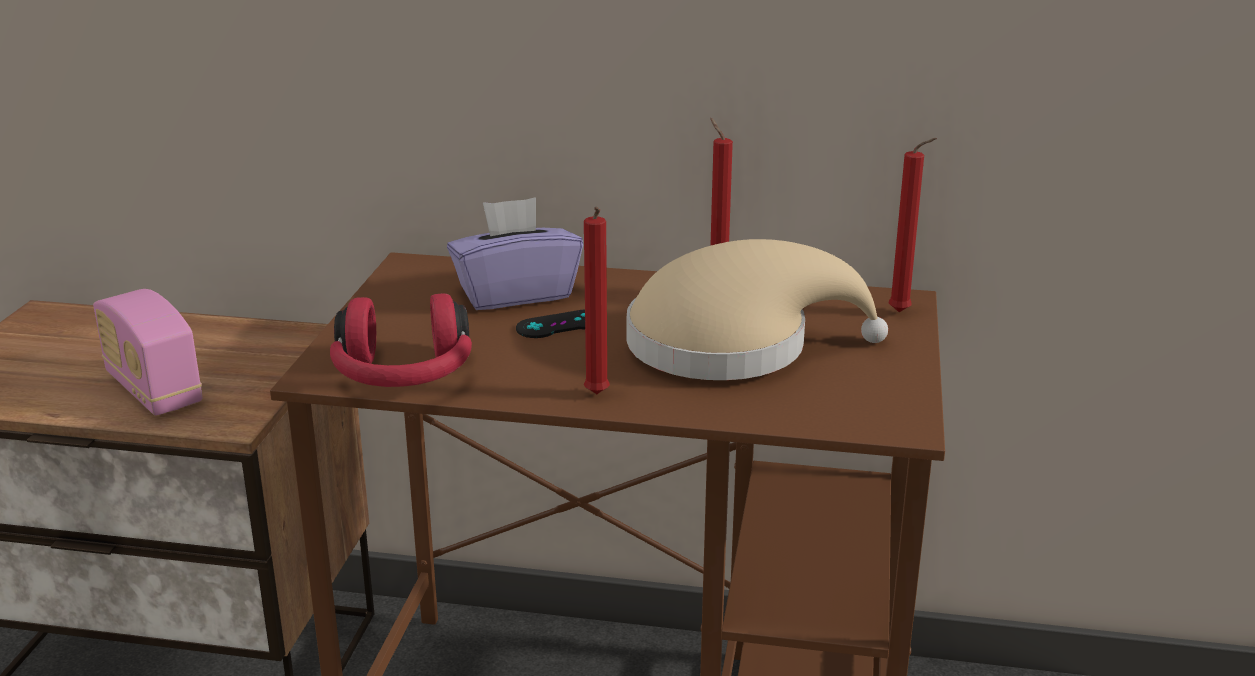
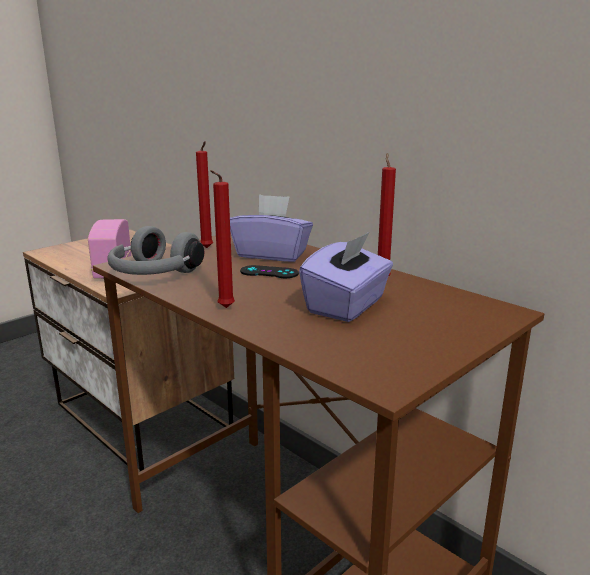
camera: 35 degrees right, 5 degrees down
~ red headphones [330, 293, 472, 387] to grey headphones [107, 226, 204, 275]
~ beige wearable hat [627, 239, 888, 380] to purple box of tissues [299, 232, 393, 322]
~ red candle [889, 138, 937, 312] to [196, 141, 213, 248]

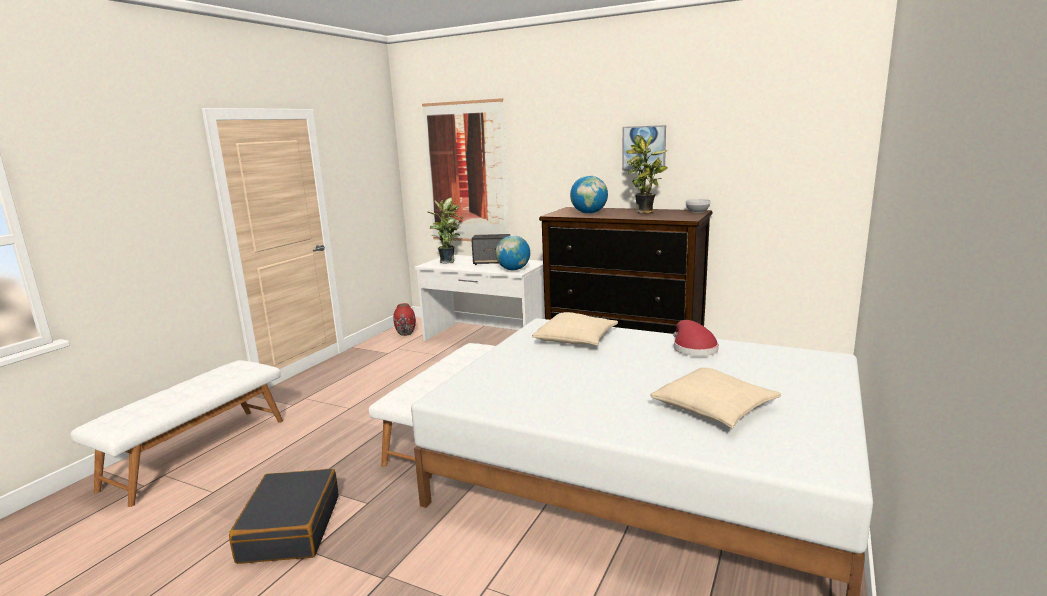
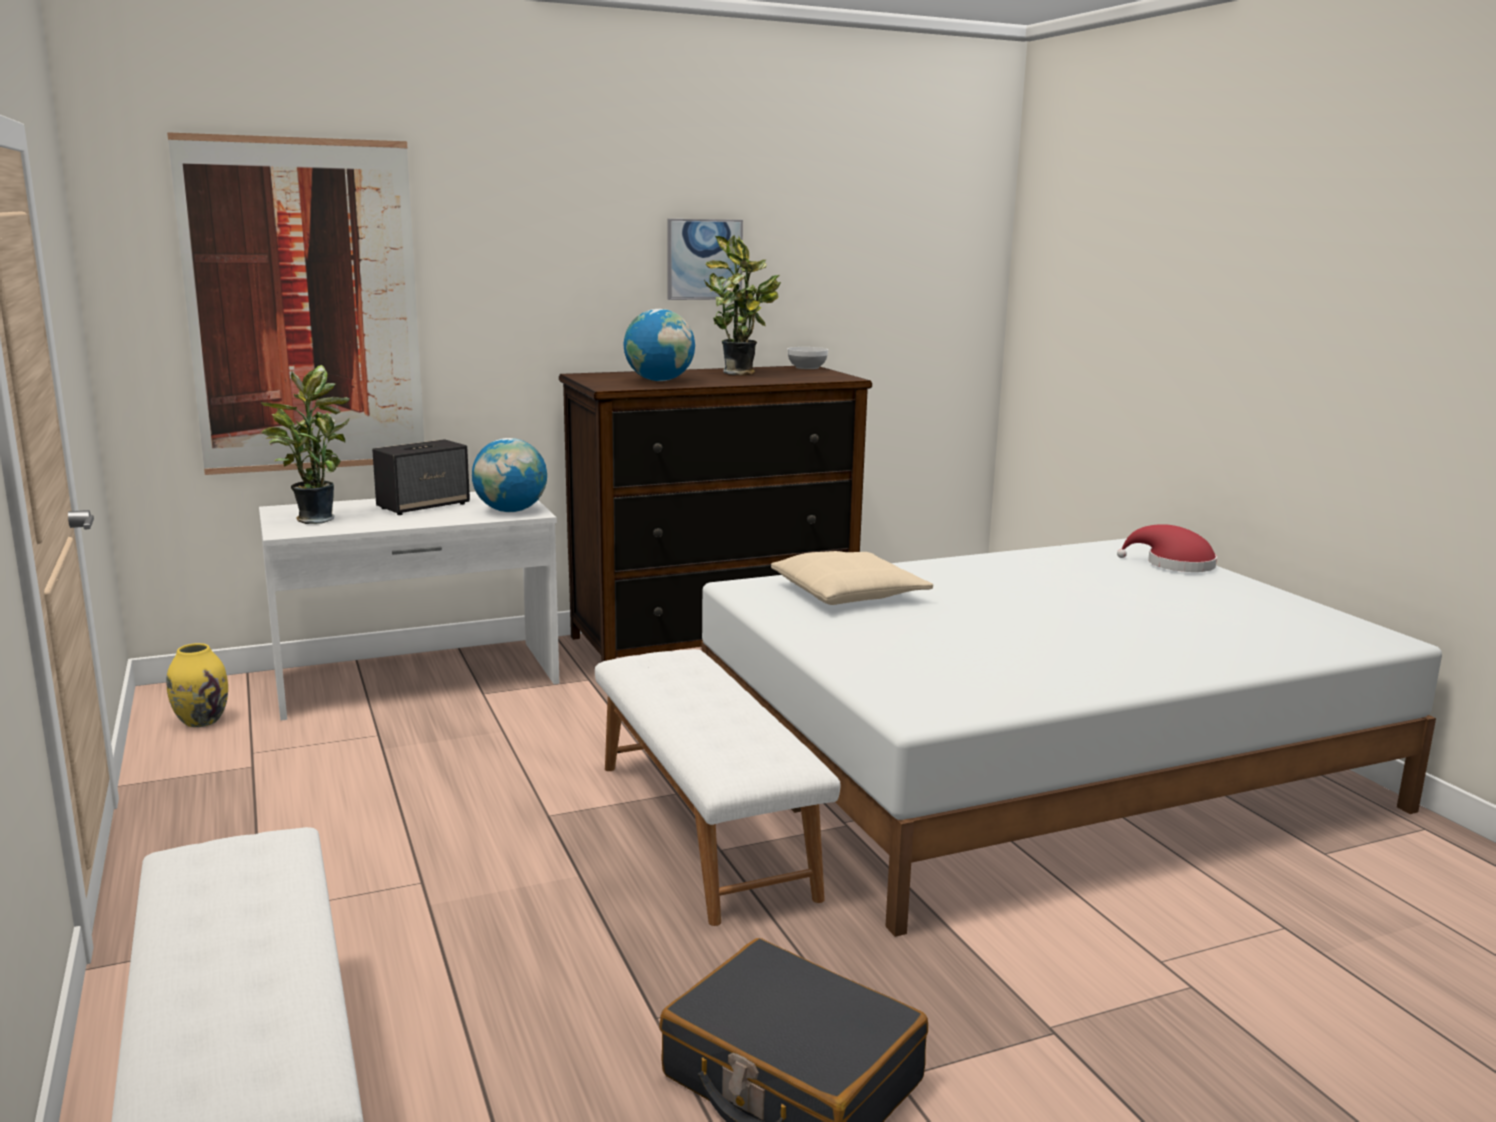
camera: 50 degrees left, 0 degrees up
~ red flower vase [393, 303, 416, 336] to yellow-coloured flower vase [167, 643, 228, 727]
- beige pillow [650, 368, 781, 428]
~ red wearable hat [673, 320, 718, 356] to [1117, 524, 1217, 572]

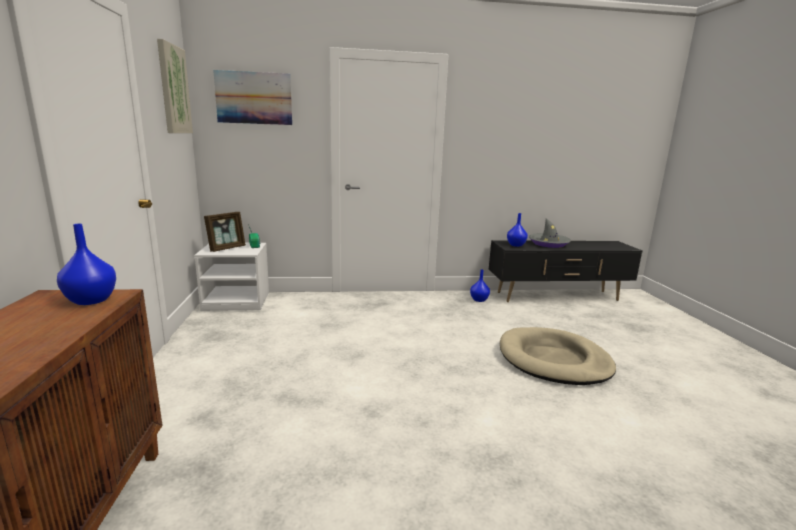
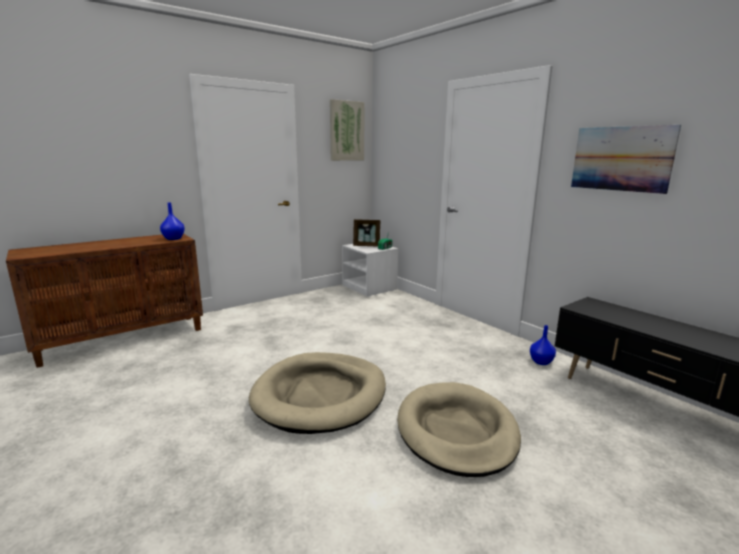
camera: 60 degrees right, 0 degrees up
~ picture [213, 70, 292, 125] to [571, 125, 681, 194]
- blue-coloured flower vase [507, 213, 528, 247]
- grey wearable hat [529, 218, 571, 248]
+ beige pet bed [249, 352, 386, 434]

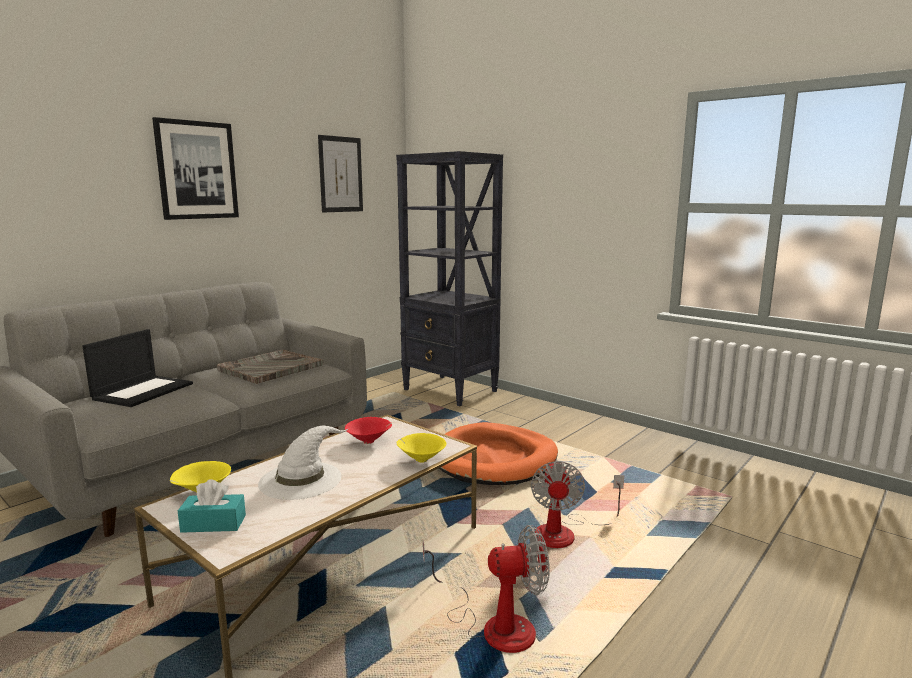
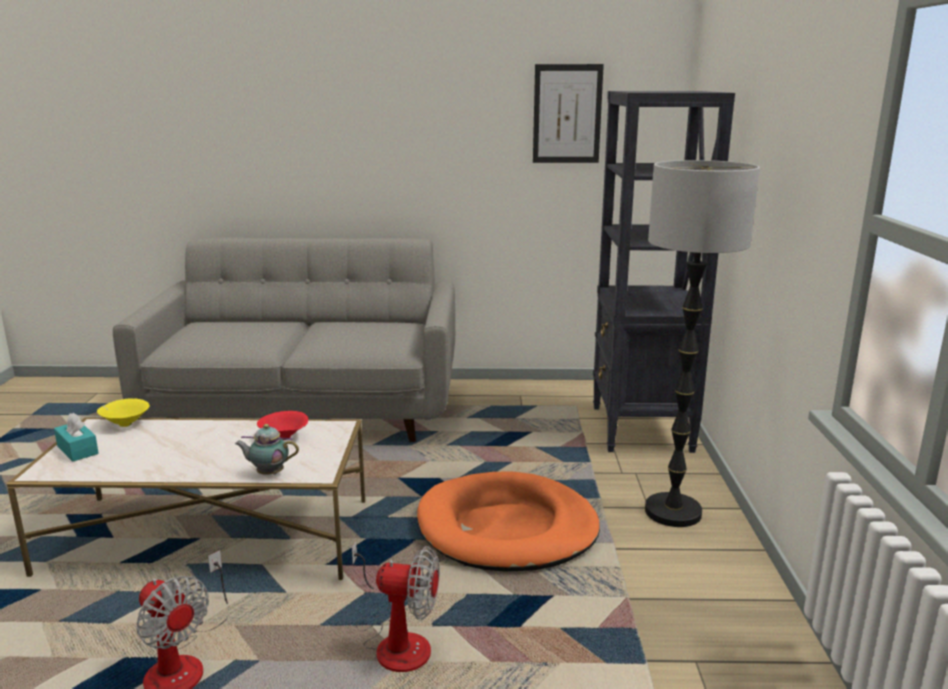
camera: 50 degrees right, 5 degrees up
- portable computer [82, 329, 193, 407]
- picture [152, 117, 239, 220]
- grey serving tray [217, 350, 323, 384]
- white wearable hat [258, 426, 348, 500]
~ yellow-coloured bowl [396, 433, 447, 463] to tea pot [235, 424, 299, 475]
~ fan [531, 460, 624, 548] = [352, 541, 440, 672] 135 degrees counterclockwise
+ floor lamp [645, 160, 760, 527]

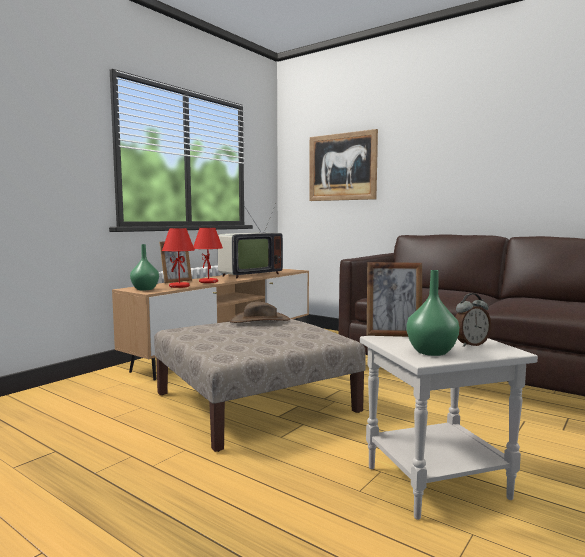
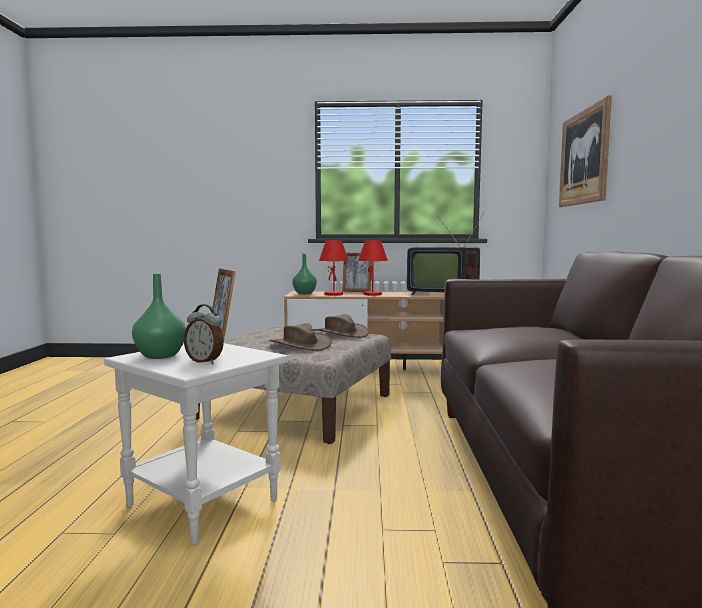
camera: 55 degrees right, 0 degrees up
+ brown-coloured wearable hat [269, 323, 332, 351]

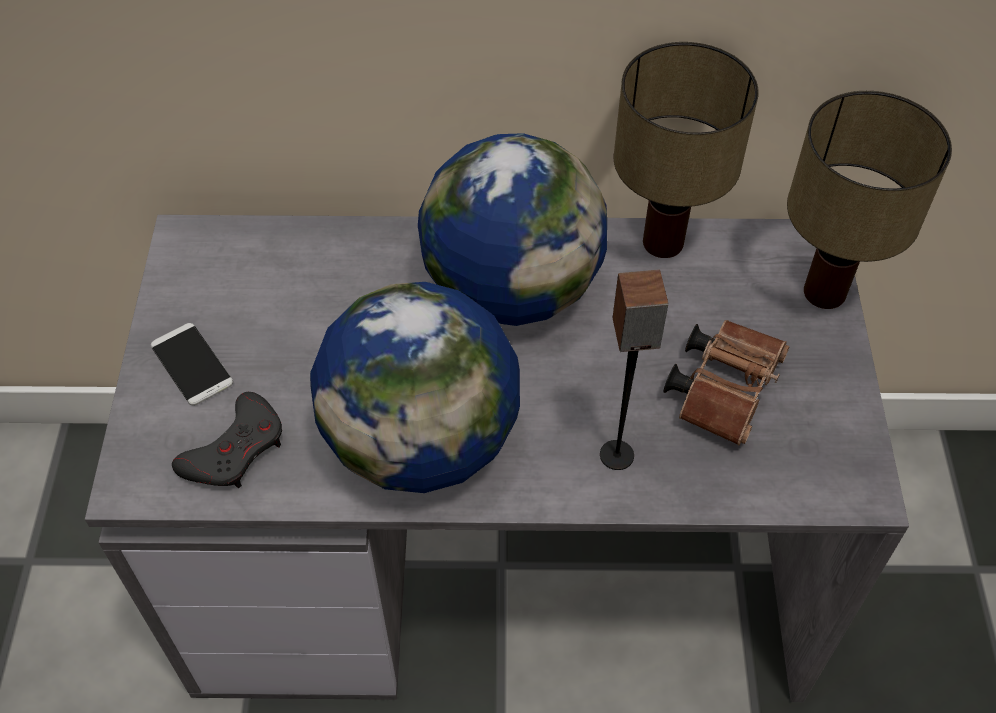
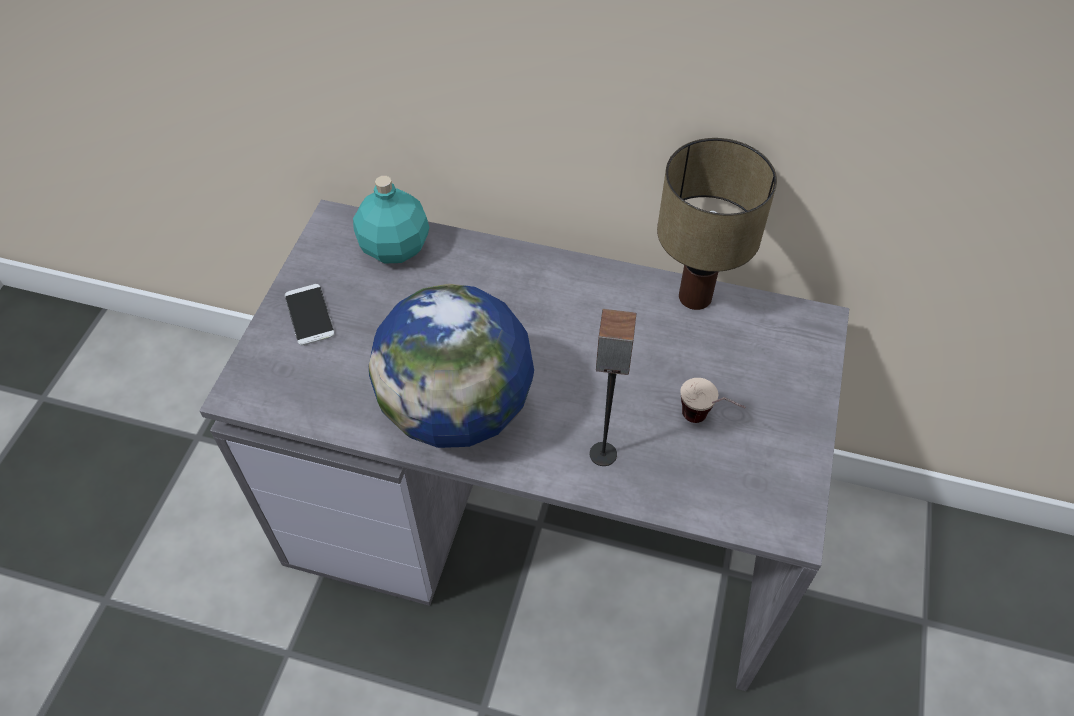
camera: 15 degrees right, 0 degrees up
- grey joypad [172, 392, 282, 488]
- world globe [418, 133, 607, 326]
~ brown-coloured binoculars [664, 320, 790, 445] to cup [680, 378, 746, 423]
- lamp for a table [787, 91, 952, 309]
+ turquoise-coloured bottle [353, 176, 429, 264]

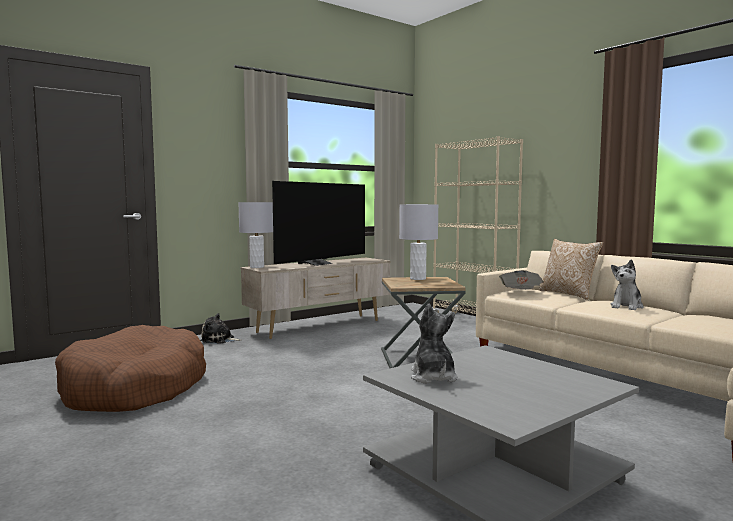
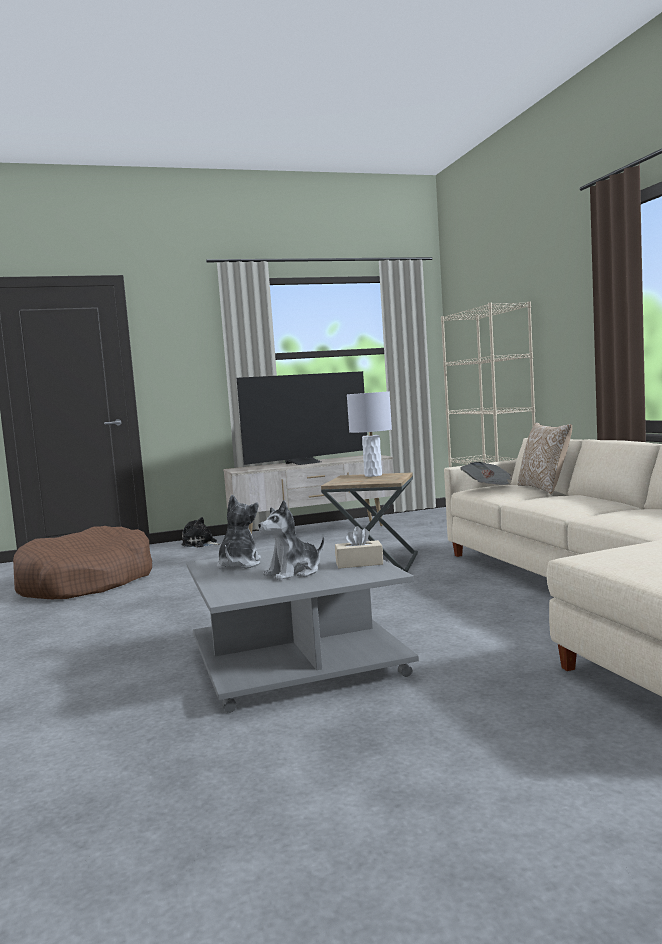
camera: 20 degrees right, 0 degrees up
- grey lamp for a table [238, 202, 273, 268]
~ soft toy [611, 259, 644, 310] to [258, 500, 324, 581]
+ beige box of tissues [335, 526, 383, 568]

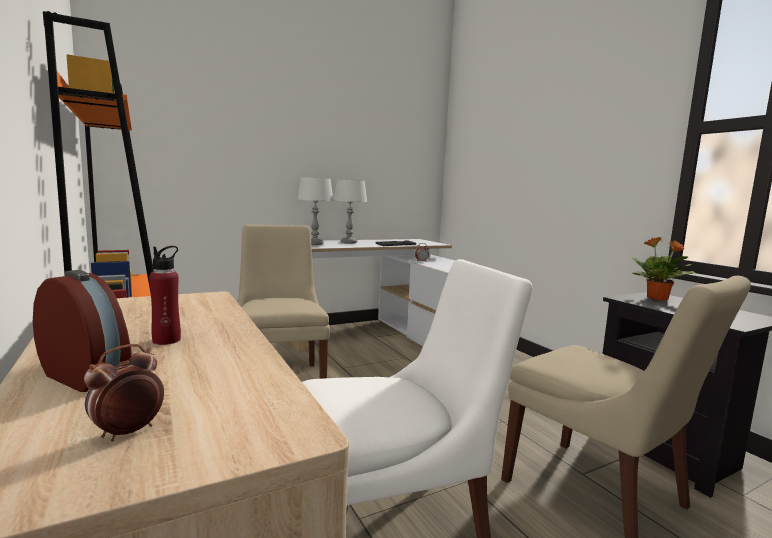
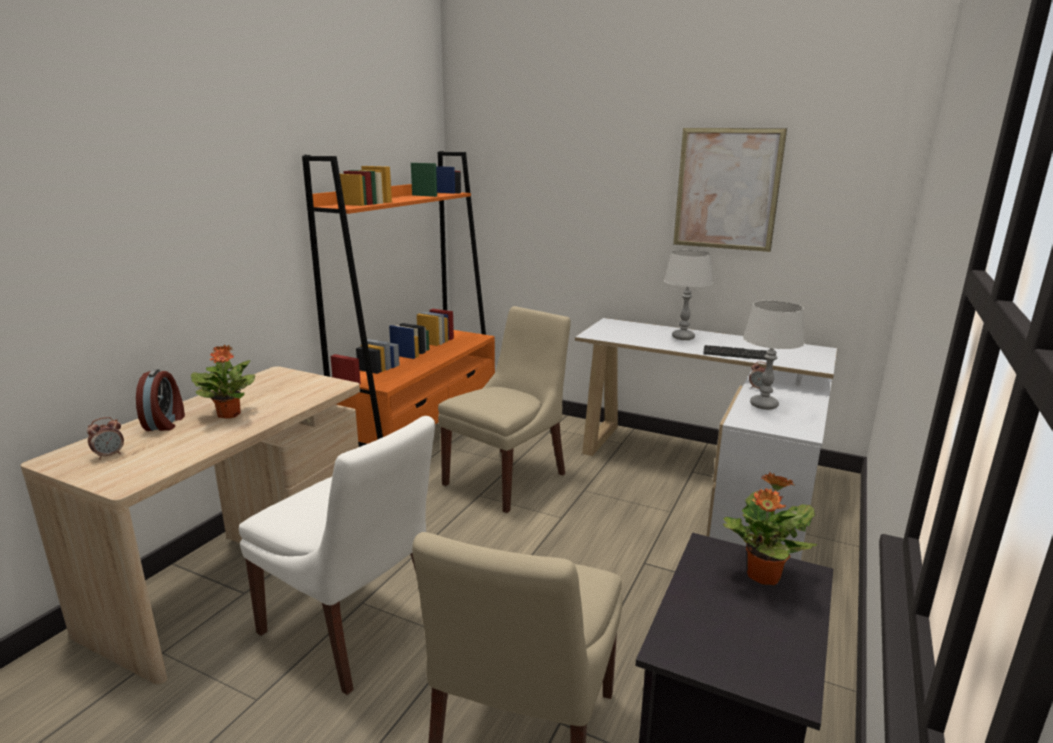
camera: 55 degrees right, 10 degrees up
~ table clock [84, 344, 164, 442] = [87, 417, 124, 460] 135 degrees clockwise
~ red bottle [149, 246, 181, 345] to plant in a pot [191, 345, 255, 419]
~ grey lamp for a table [297, 177, 333, 245] to [743, 301, 804, 410]
+ picture [673, 128, 787, 252]

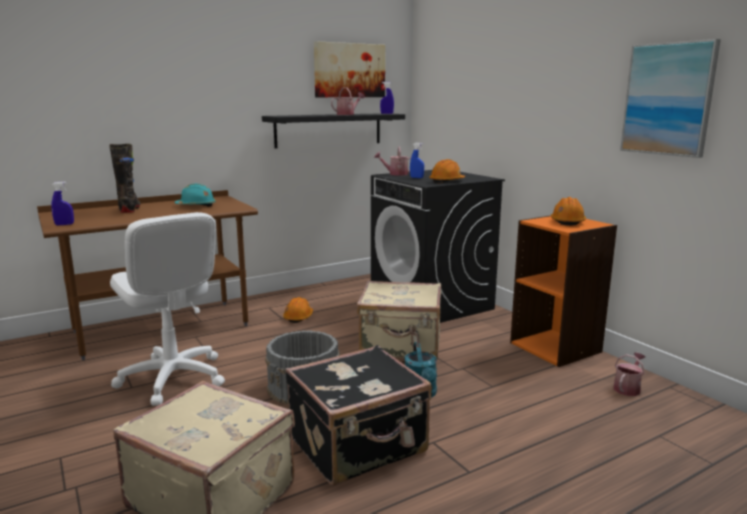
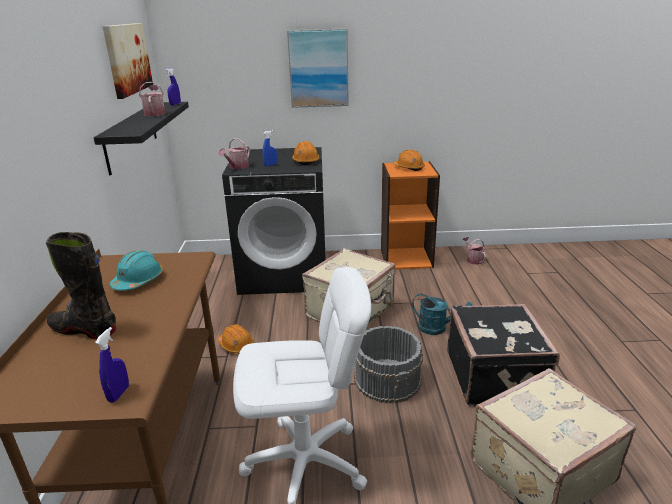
camera: 60 degrees left, 10 degrees up
~ picture [620, 39, 721, 158] to [287, 29, 349, 108]

